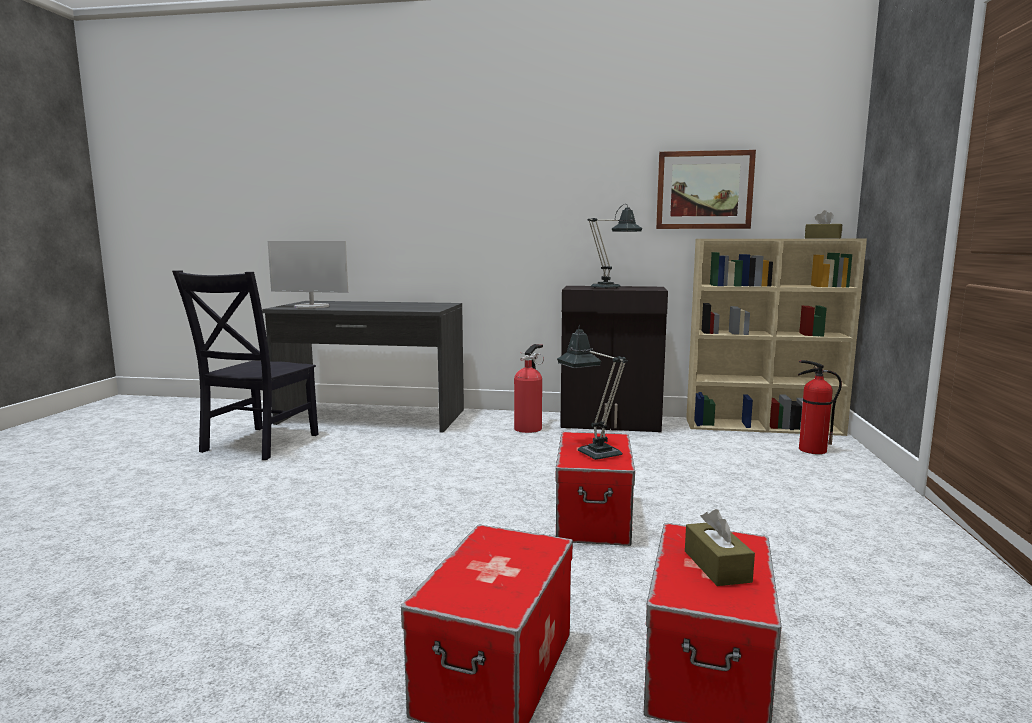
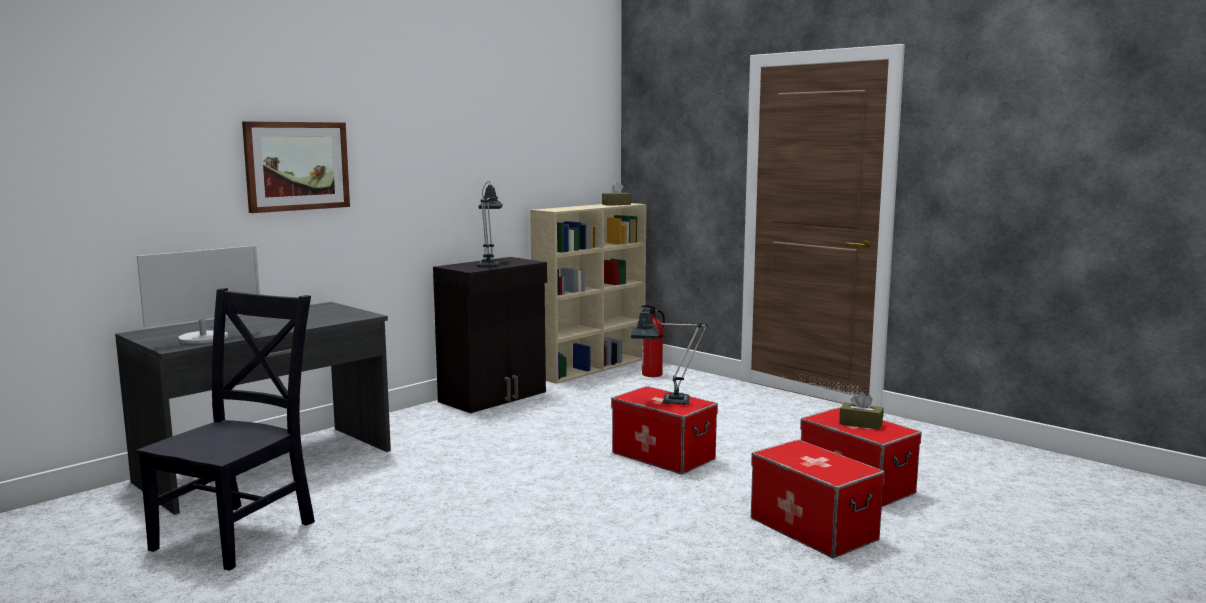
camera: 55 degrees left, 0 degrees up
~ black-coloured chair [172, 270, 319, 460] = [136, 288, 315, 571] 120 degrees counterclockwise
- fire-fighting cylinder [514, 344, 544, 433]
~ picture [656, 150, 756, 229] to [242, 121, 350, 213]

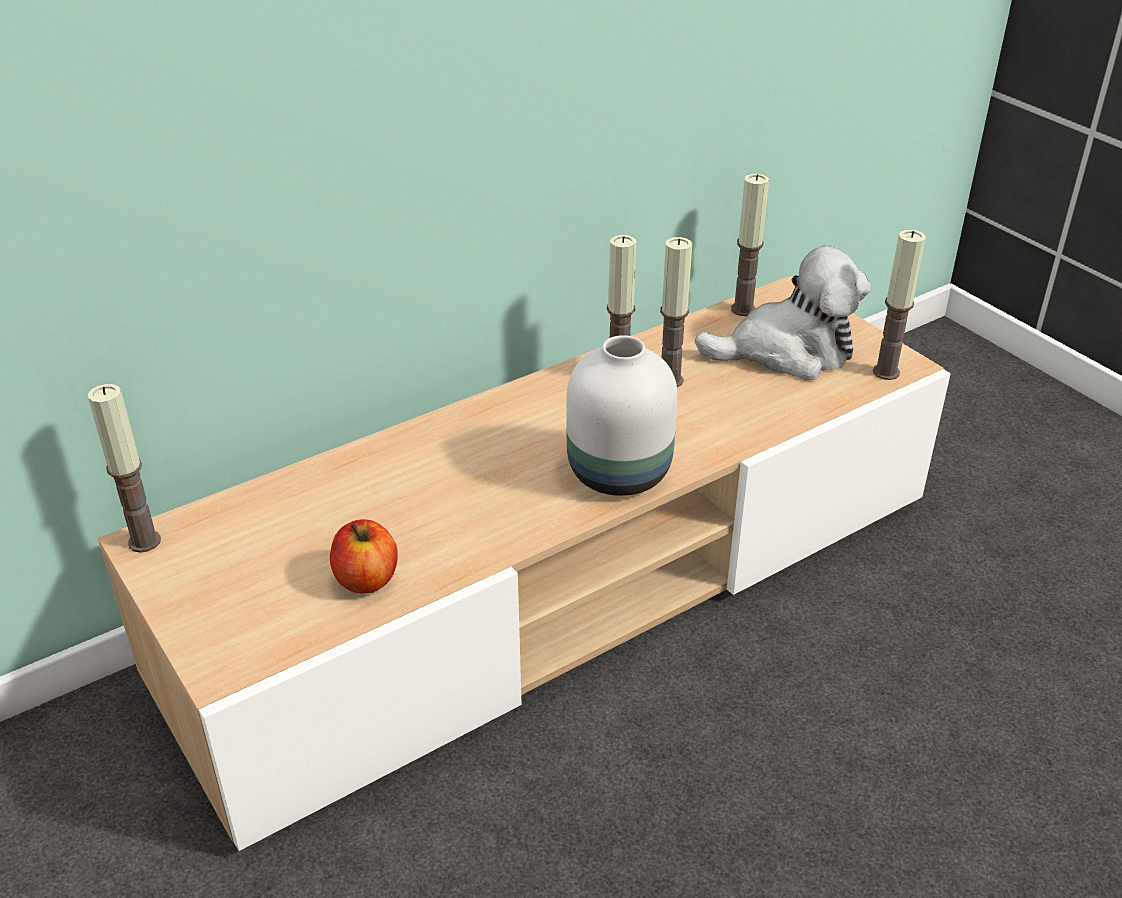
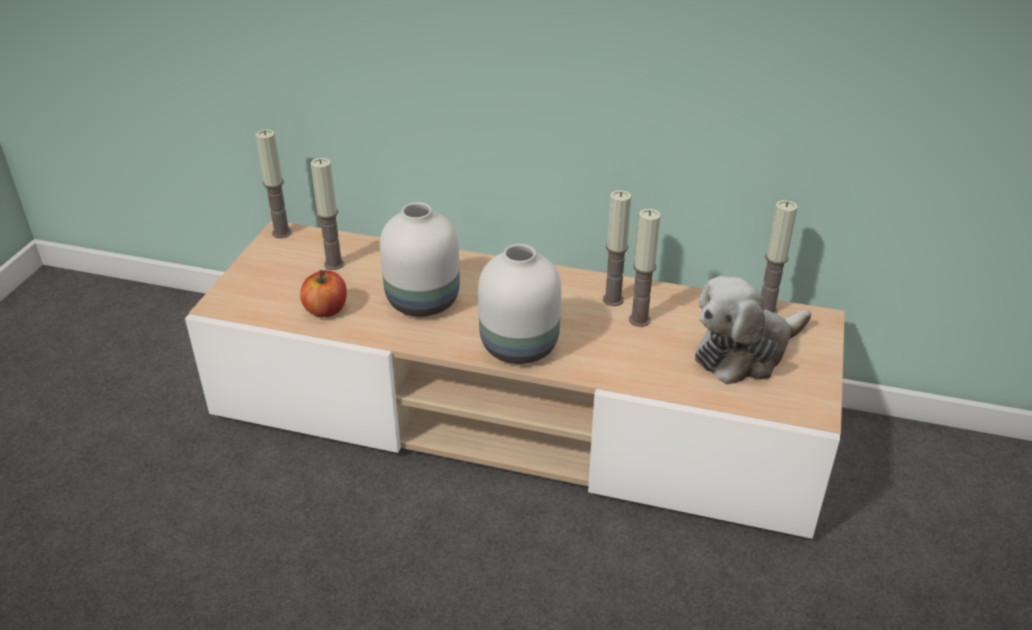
camera: 50 degrees right, 0 degrees up
~ soft toy [695, 245, 871, 381] = [695, 276, 811, 384] 105 degrees clockwise
~ candle [873, 230, 926, 380] to [311, 158, 344, 270]
+ white flower vase [380, 202, 460, 317]

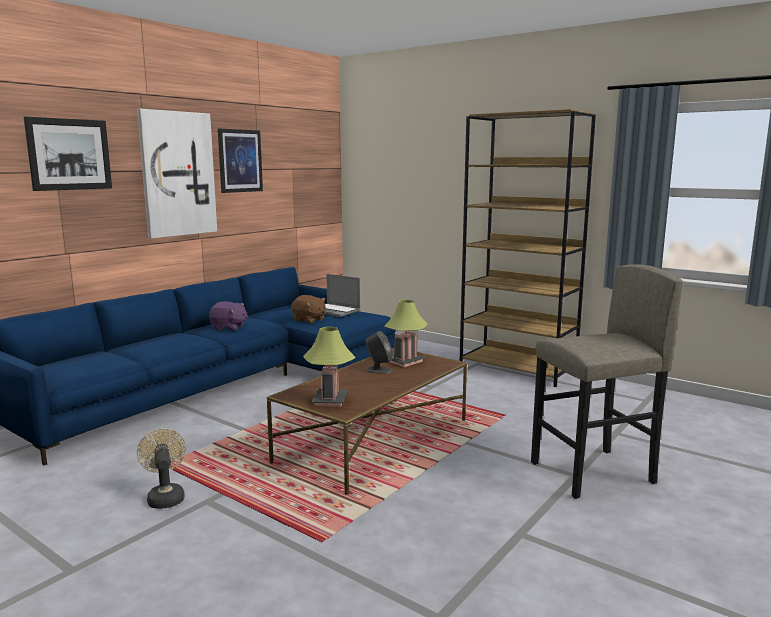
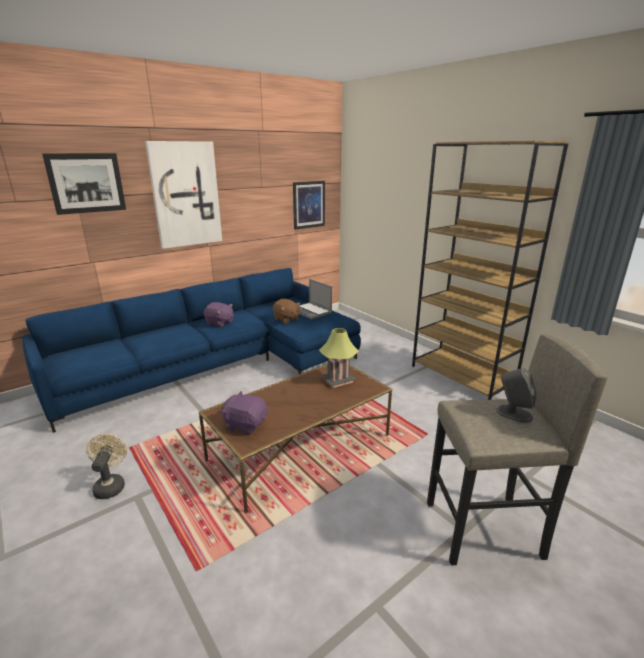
camera: 15 degrees right, 10 degrees up
~ picture [218, 129, 263, 193] to [293, 181, 325, 230]
~ lamp for a table [303, 327, 356, 407] to purple soft toy [222, 391, 267, 435]
~ grey audio speaker [365, 331, 393, 374] to [496, 368, 537, 423]

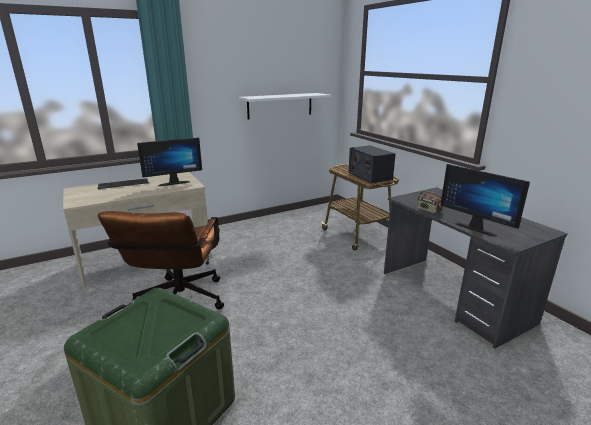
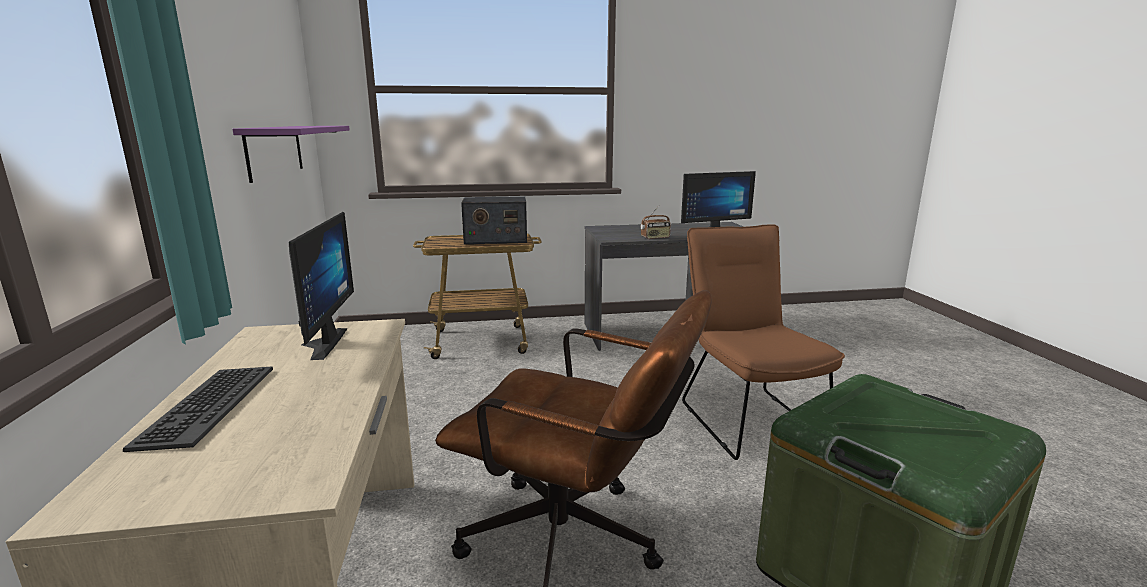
camera: 70 degrees left, 5 degrees down
~ white wall shelf [239, 93, 331, 119] to purple wall shelf [232, 126, 350, 183]
+ brown-coloured chair [682, 224, 845, 460]

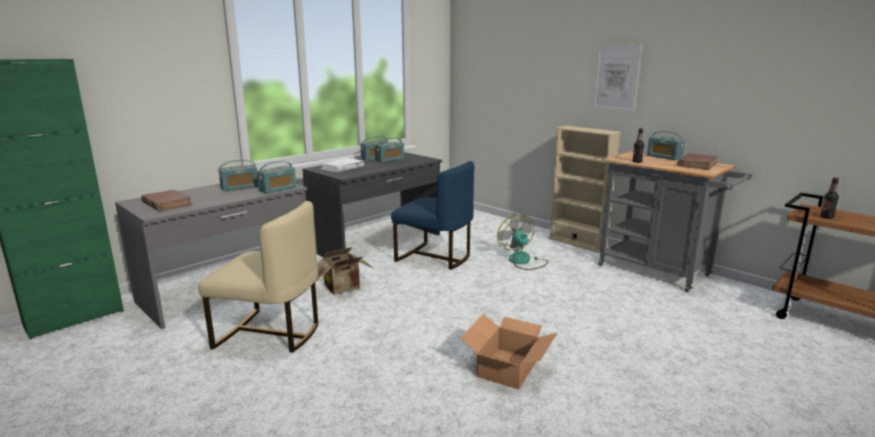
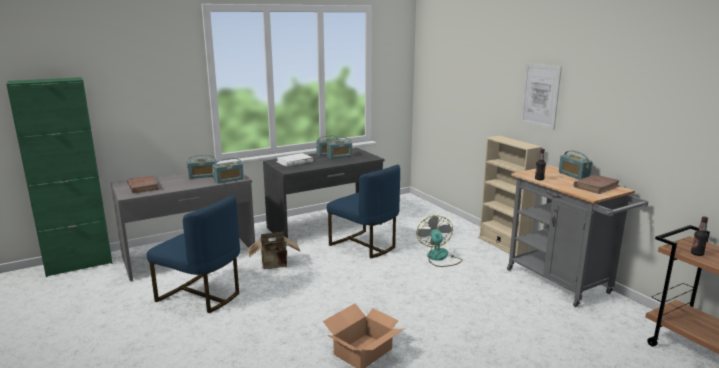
camera: 15 degrees right, 0 degrees up
~ beige chair [198, 201, 318, 353] to blue-coloured chair [147, 195, 240, 313]

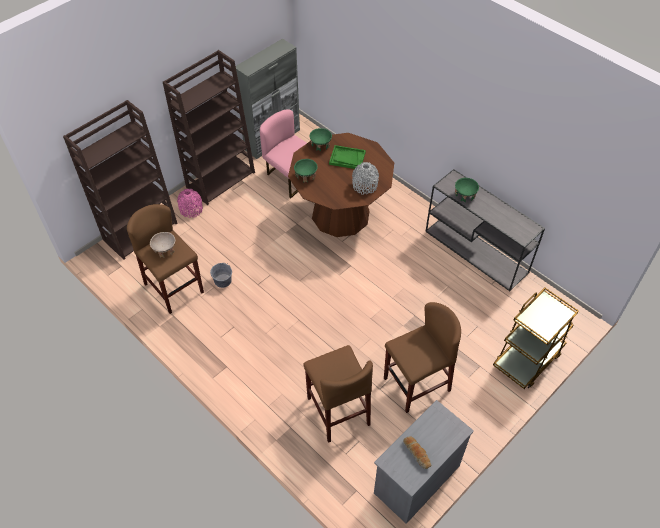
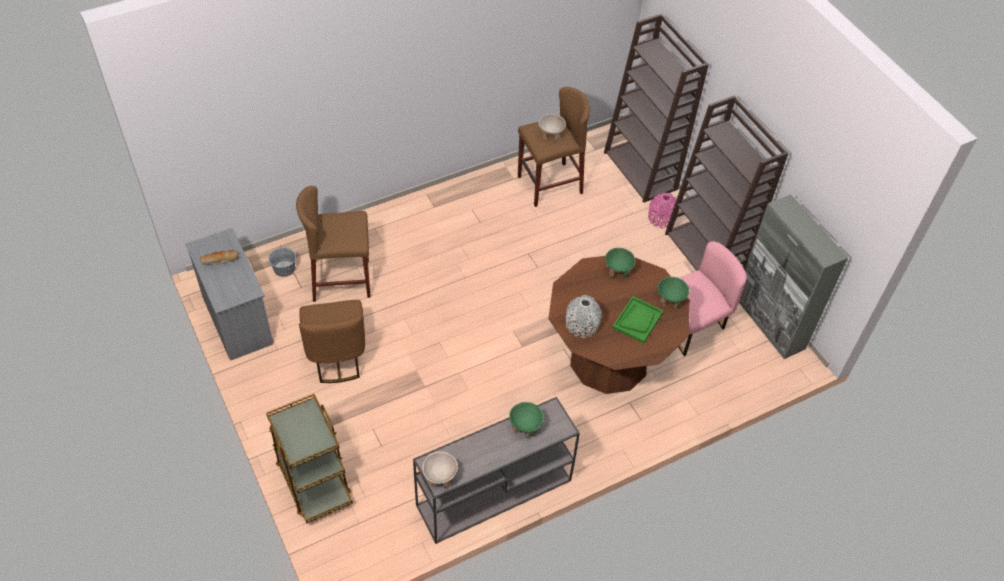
camera: 105 degrees right, 0 degrees up
~ grey pail [210, 263, 232, 288] to [268, 247, 296, 277]
~ brown-coloured sitting stool [384, 302, 461, 413] to brown-coloured chair [299, 300, 365, 383]
+ beige bowl [422, 451, 458, 488]

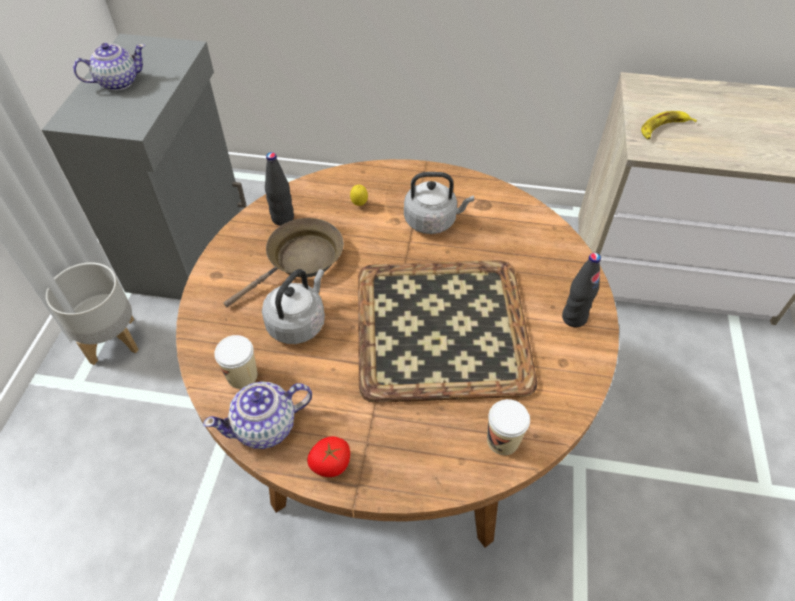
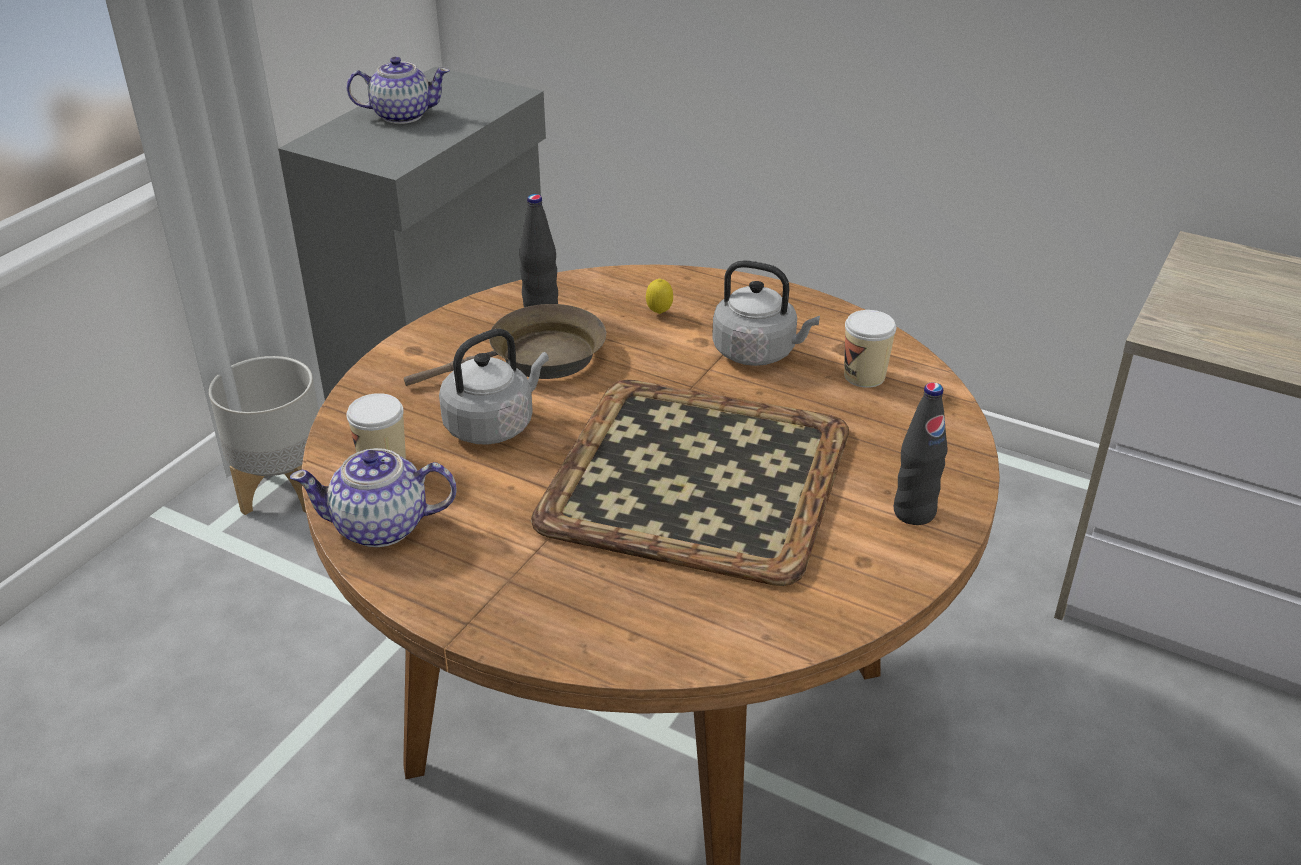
camera: 20 degrees right, 15 degrees down
- tomato [307, 436, 350, 477]
~ cup [487, 399, 530, 455] to [844, 310, 896, 388]
- banana fruit [641, 111, 697, 139]

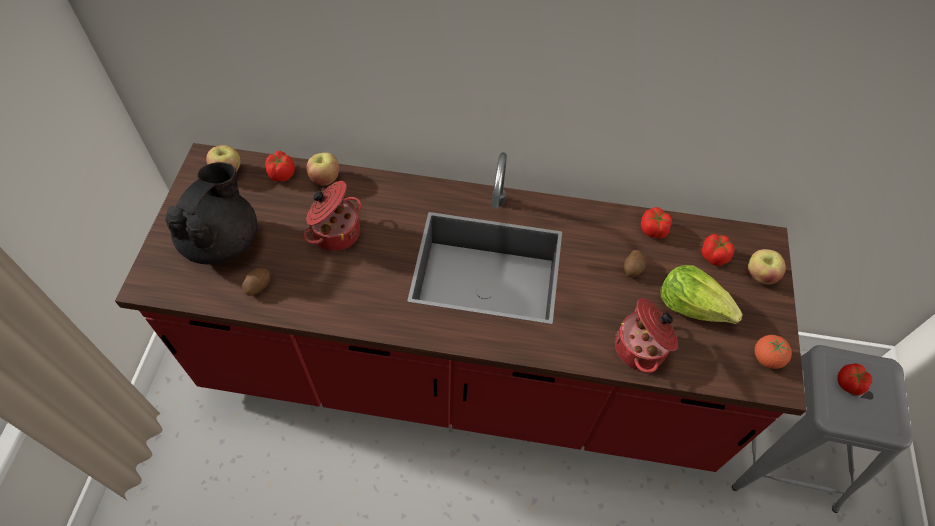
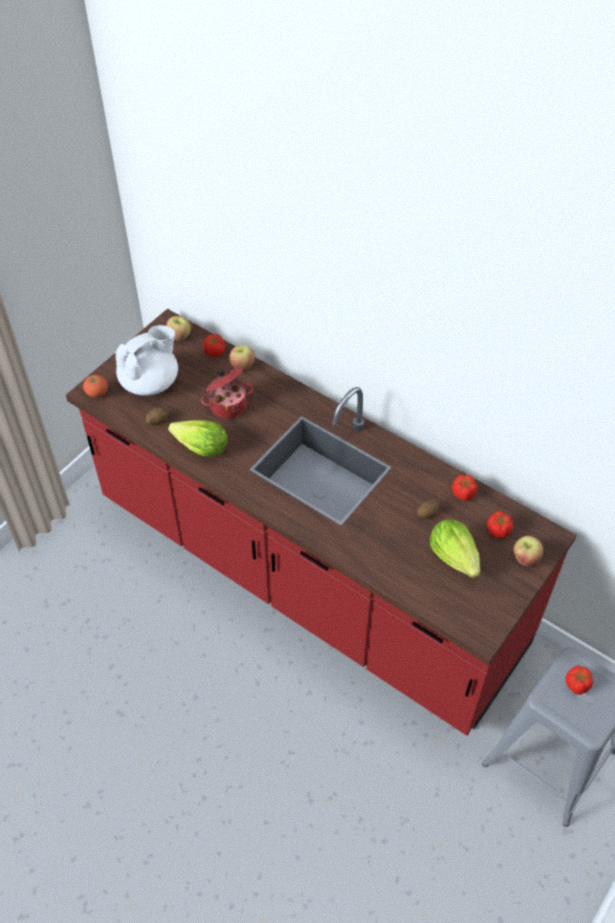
camera: 30 degrees right, 5 degrees down
~ black-coloured tea pot [165, 162, 257, 264] to white tea pot [115, 325, 178, 396]
- stockpot [615, 298, 678, 373]
~ tomato [755, 335, 792, 369] to [83, 375, 108, 398]
+ head of lettuce [168, 420, 228, 457]

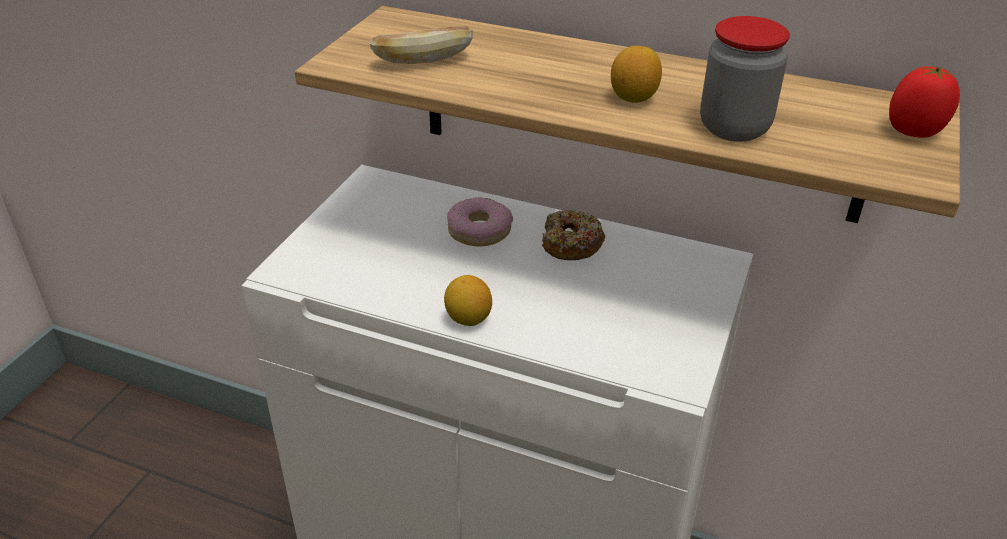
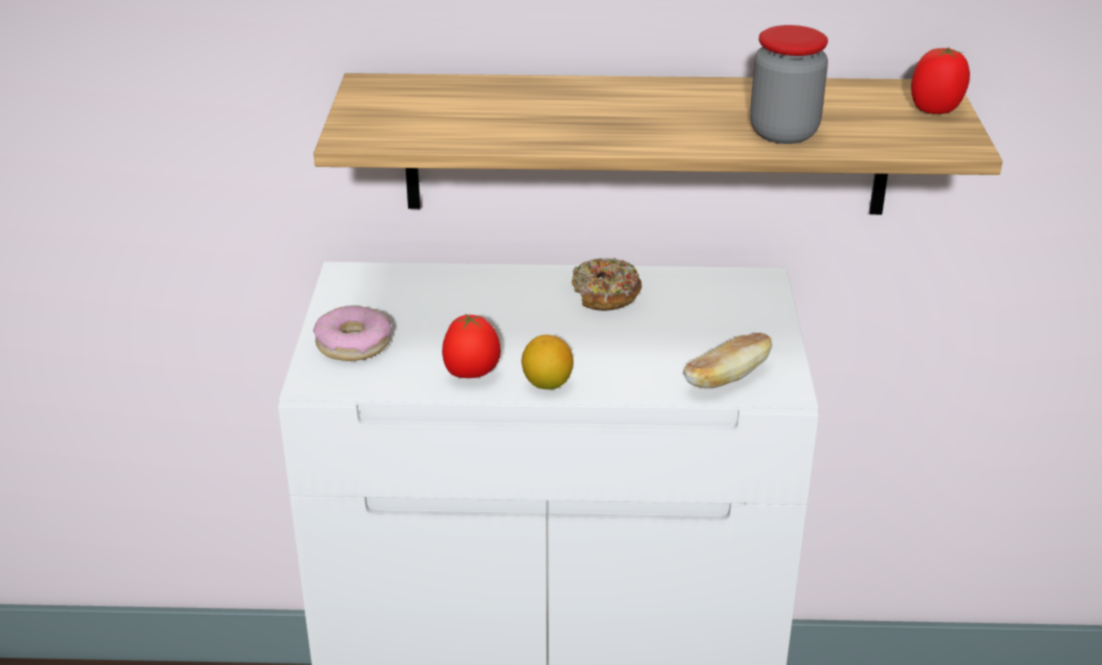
camera: 20 degrees left, 5 degrees down
~ baked bread [370, 26, 473, 64] to [683, 333, 772, 389]
~ doughnut [447, 197, 513, 246] to [313, 305, 391, 361]
- citrus fruit [611, 46, 662, 103]
+ tomato [442, 313, 501, 378]

